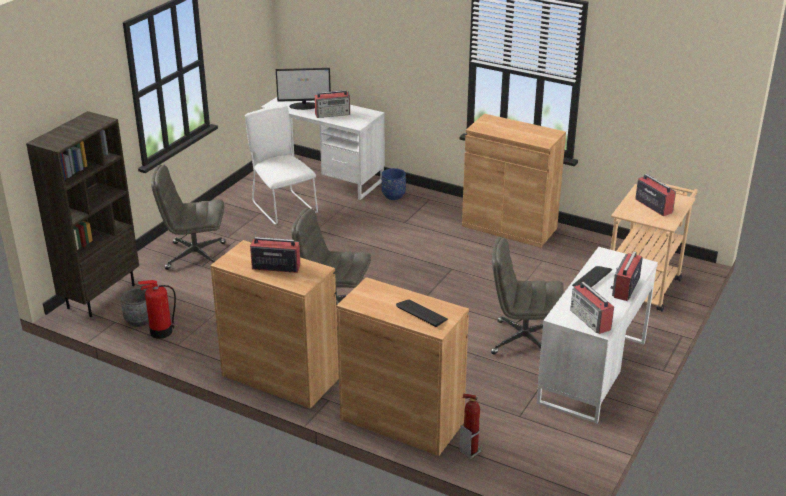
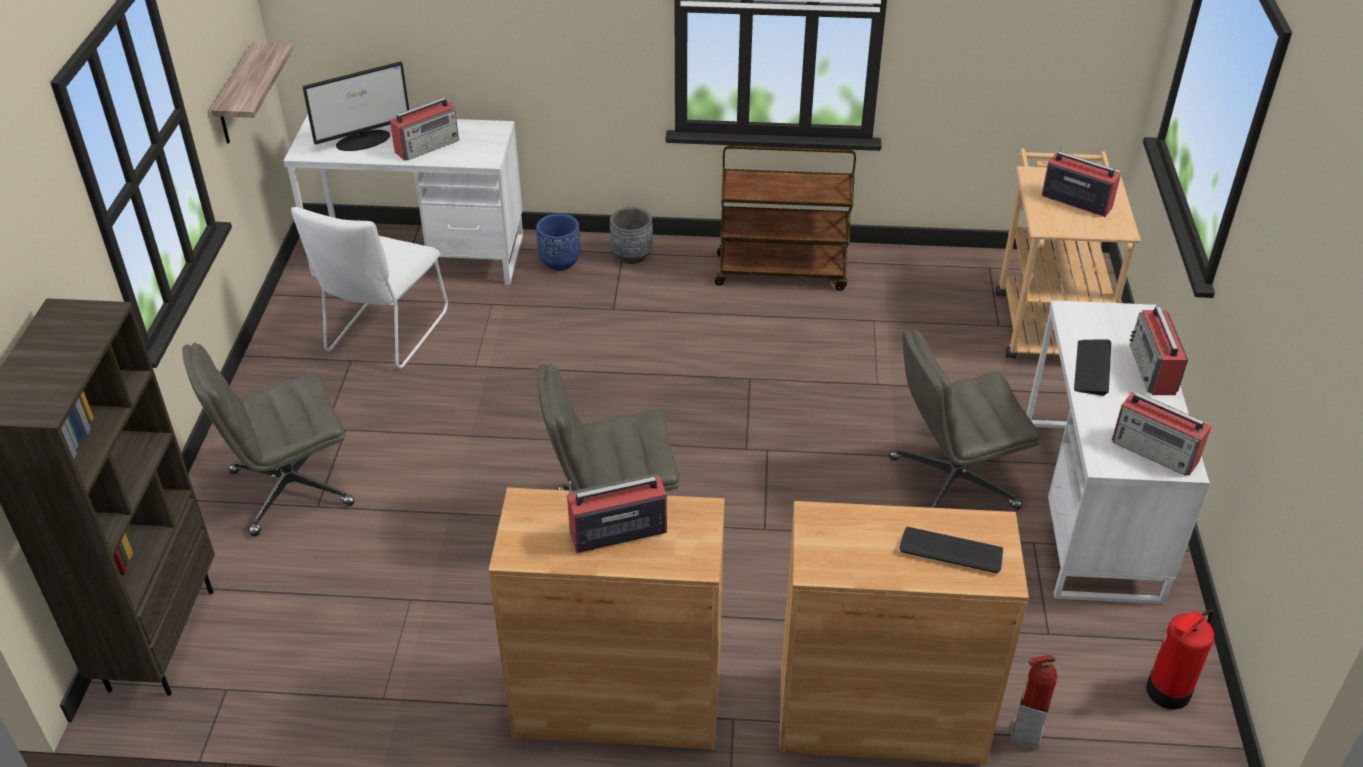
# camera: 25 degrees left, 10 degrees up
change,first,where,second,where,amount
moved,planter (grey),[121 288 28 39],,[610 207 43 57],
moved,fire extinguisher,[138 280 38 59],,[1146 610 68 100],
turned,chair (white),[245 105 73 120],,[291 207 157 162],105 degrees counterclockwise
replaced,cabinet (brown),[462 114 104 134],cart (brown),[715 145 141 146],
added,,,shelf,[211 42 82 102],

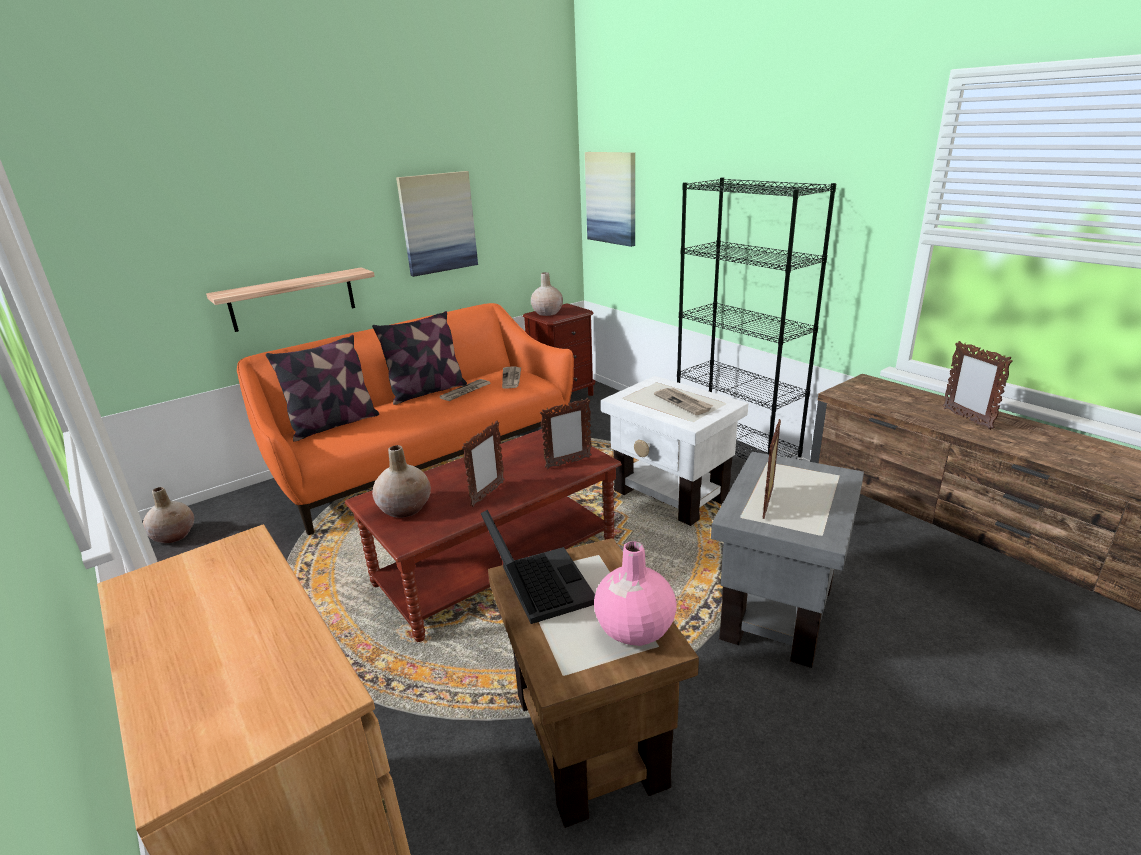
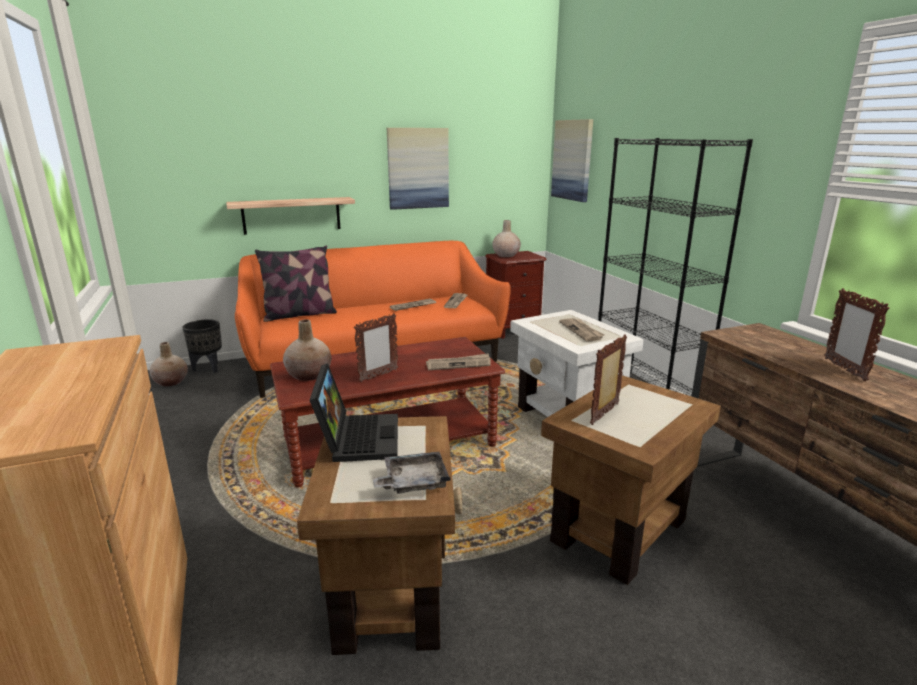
# camera: 15 degrees right, 5 degrees down
change,first,where,second,where,amount
removed,pillow,[372 311 95 94],,,
replaced,picture frame,[540 398 52 71],newspaper,[426 353 65 17],
replaced,vase (pink),[594 541 83 105],tray (grey),[372 452 79 42],
recoloured,side table (grey),[711 452 153 216],side table (brown),[541 375 180 210],
added,,,planter (black),[183 319 39 54],

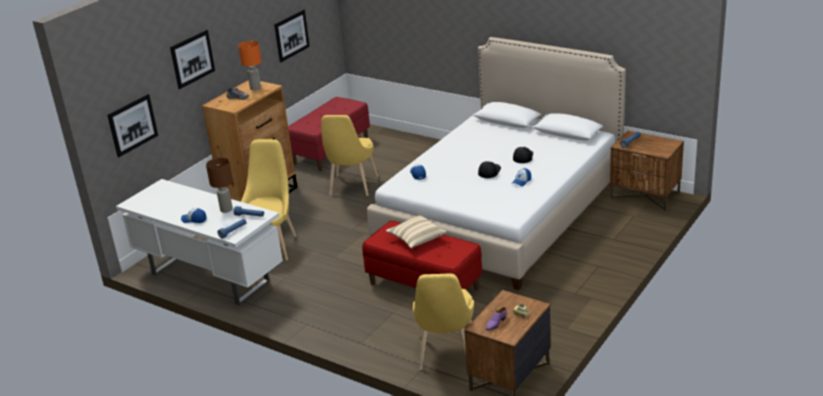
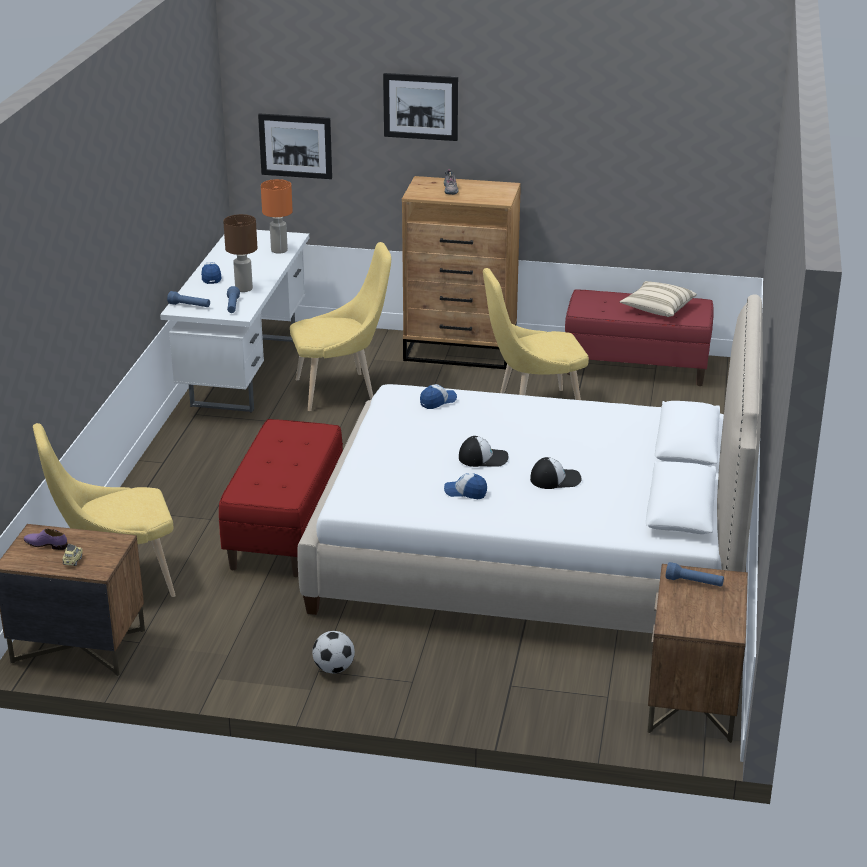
# camera: 65 degrees right, 0 degrees up
change,first,where,second,where,amount
moved,table lamp (orange),[238 41 24 49],,[261 179 32 75],
removed,picture,[274 9 36 53],,,
moved,pillow (beige),[386 215 61 33],,[620 281 77 36],
added,,,football,[312 631 43 42],

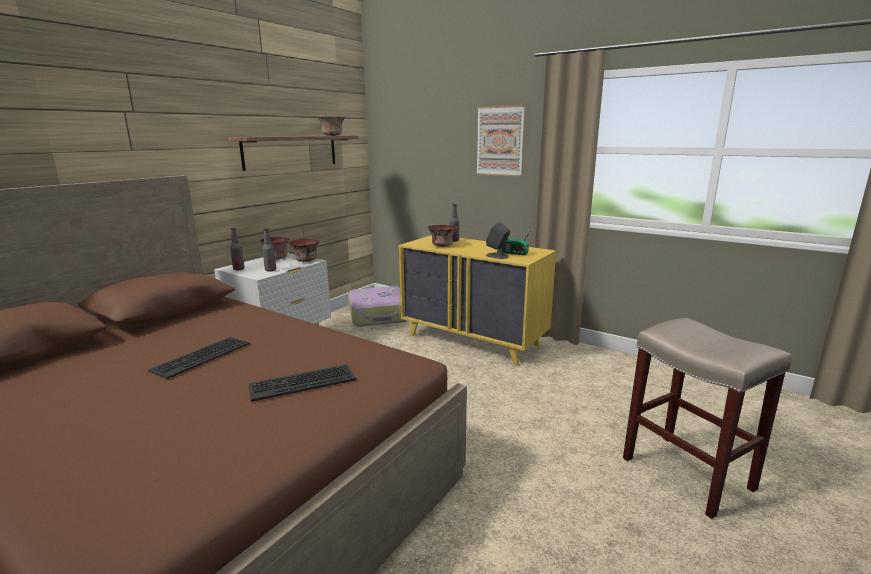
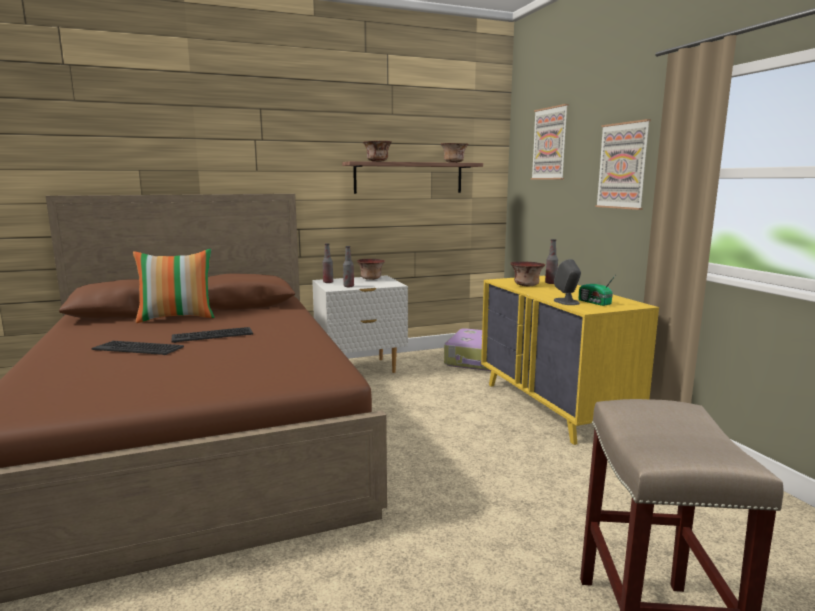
# camera: 35 degrees right, 5 degrees down
change,first,where,second,where,amount
moved,keyboard,[249 364 107 38],,[92 341 92 14],
moved,bowl,[289 239 31 23],,[363 141 29 21],
added,,,pillow,[133 249 82 74],
added,,,picture,[531 104 38 75],

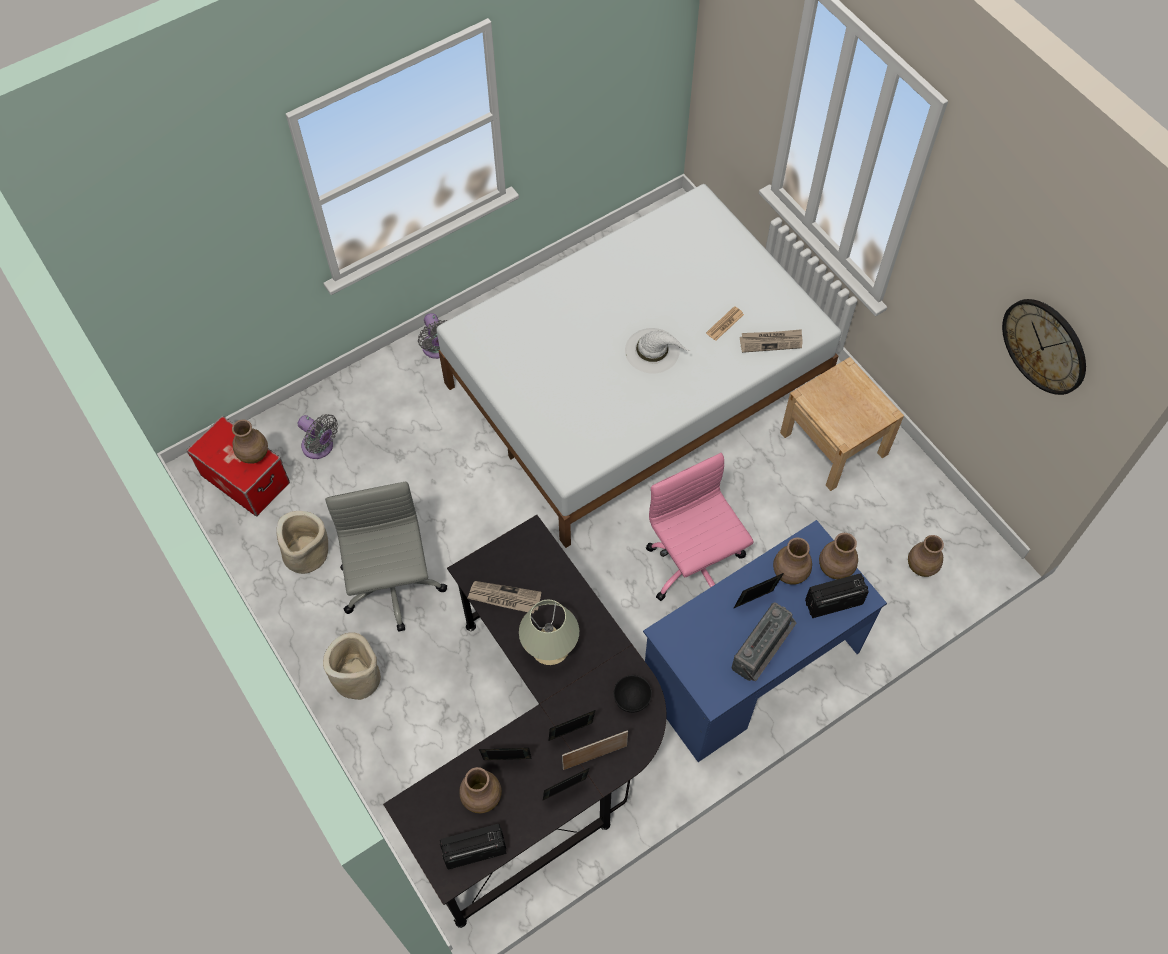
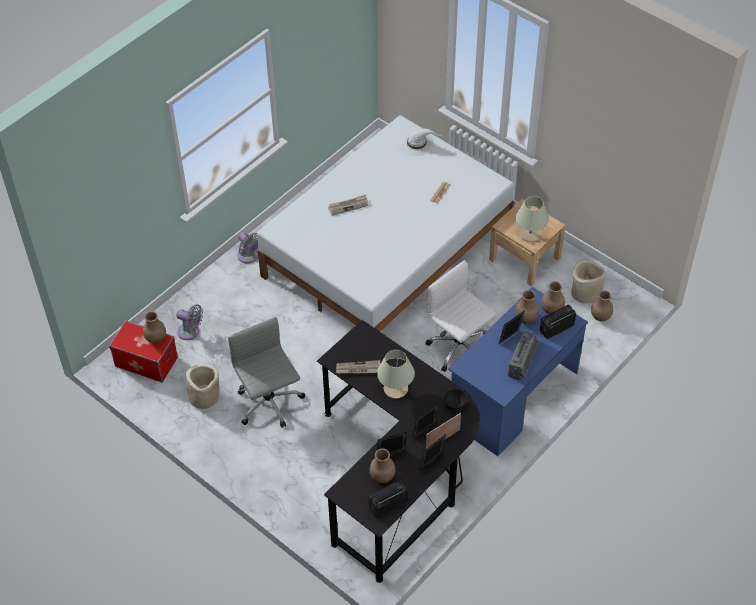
# camera: 15 degrees left, 10 degrees down
change,first,where,second,where,amount
moved,planter (beige),[323 632 58 68],,[571 260 35 44],
moved,hat (white),[625 328 65 46],,[400 129 42 27],
recoloured,office chair (pink),[646 453 108 148],office chair (white),[426 260 70 112],
moved,newspaper,[740 329 62 24],,[328 195 41 21],
removed,wall clock,[1002 299 84 96],,,
added,,,table lamp (beige),[516 196 33 46],

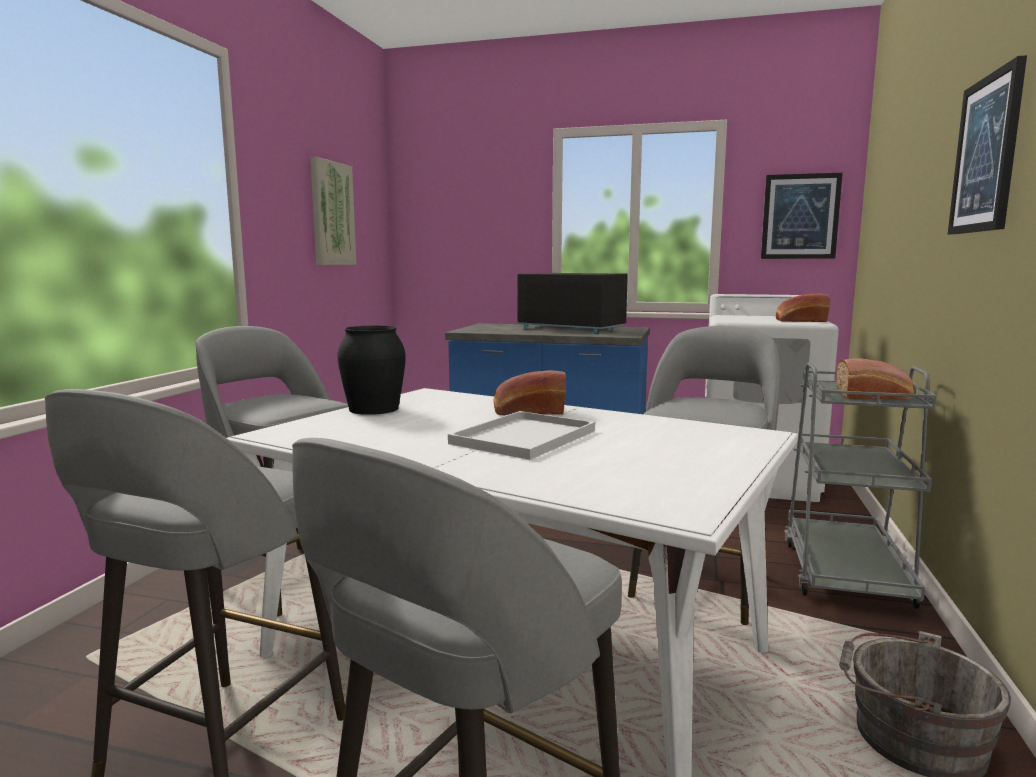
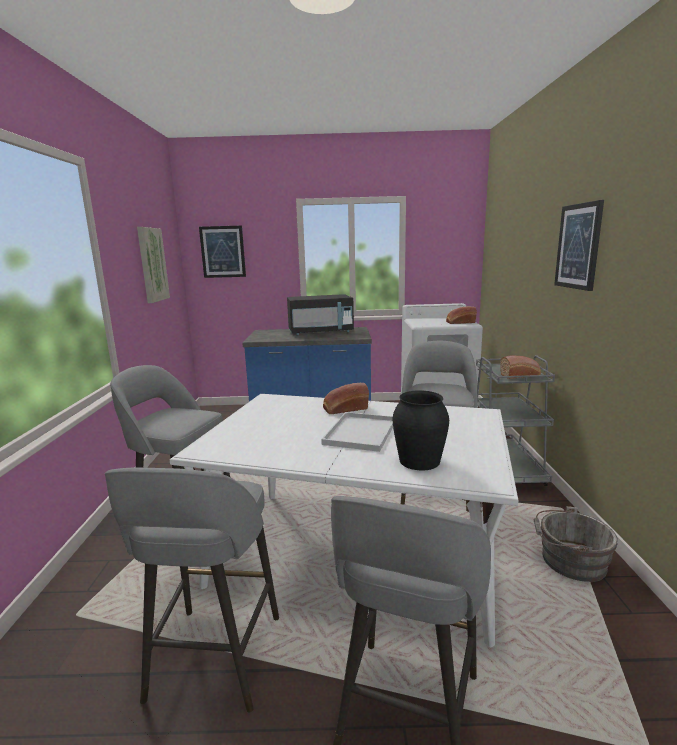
# camera: 15 degrees left, 5 degrees up
change,first,where,second,where,amount
moved,vase (black),[337 326 69 89],,[393 390 56 80],
turned,microwave (black),[517 273 111 60],,[287 294 67 41],150 degrees clockwise
moved,picture,[761 173 82 86],,[199 226 47 52],

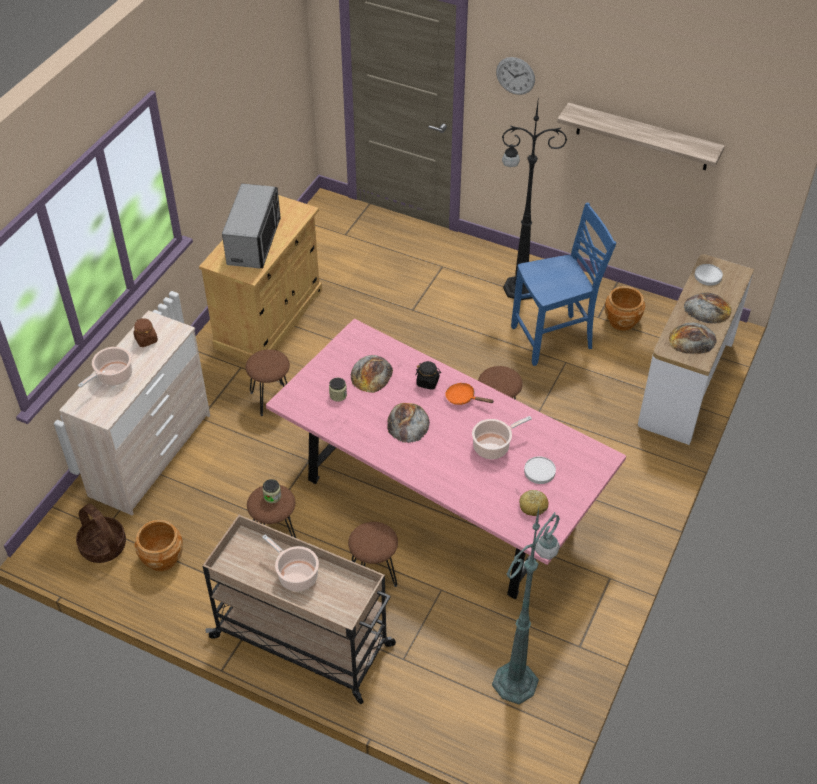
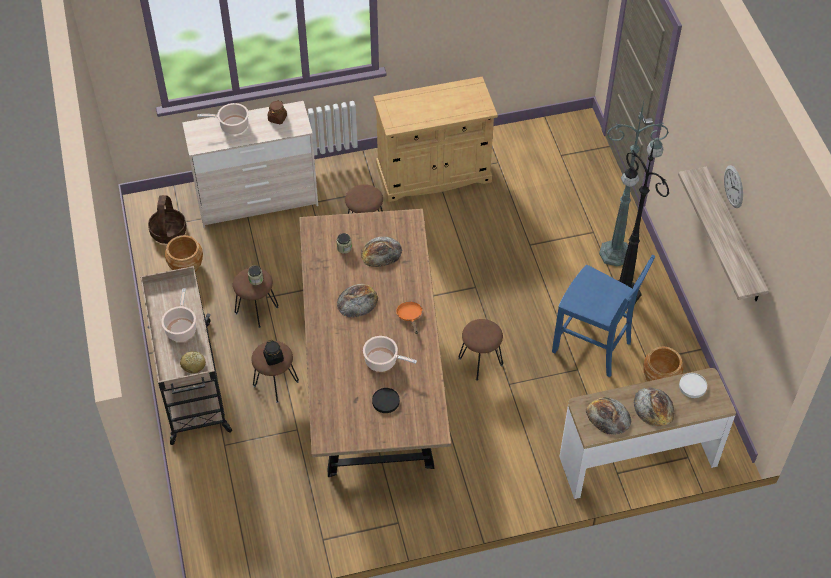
# camera: 50 degrees right, 5 degrees up
change,first,where,second,where,amount
removed,microwave,[222 183 59 86],,,
recoloured,dining table (pink),[266 319 360 281],dining table (brown),[299 209 152 268],
moved,jar (black),[415 361 26 29],,[263 340 21 26],
moved,floor lamp (green),[492 508 68 196],,[599 102 70 164],
moved,wall clock,[496 57 39 38],,[724 165 19 43],
moved,bread,[519 490 30 26],,[180 351 26 22],
recoloured,plate (white),[524 456 32 28],plate (black),[372 388 28 25],

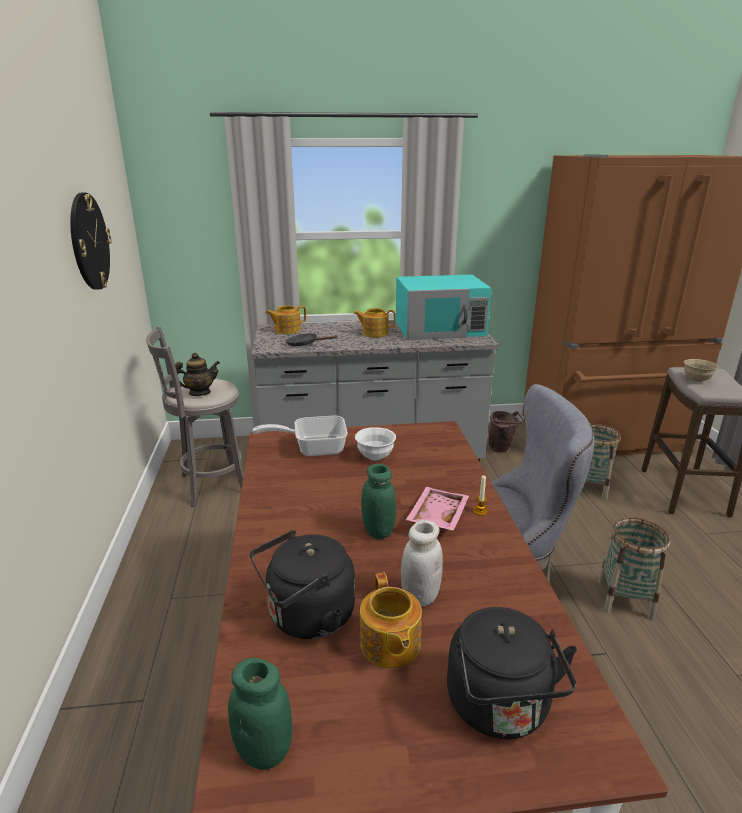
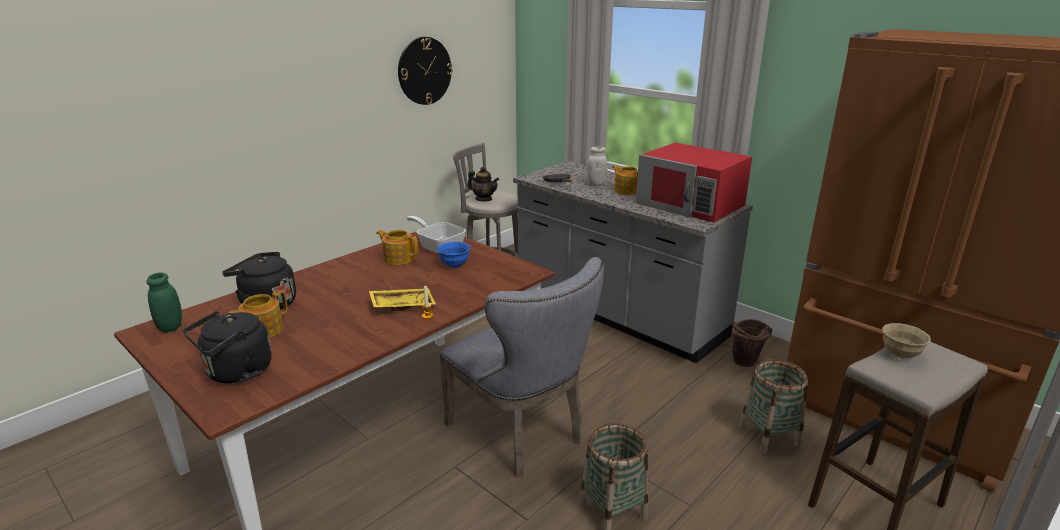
# camera: 50 degrees right, 0 degrees up
change,first,where,second,where,amount
moved,teapot,[266 305 40 29],,[376 230 42 35],
recoloured,bowl (white),[355 427 41 34],bowl (blue),[437 242 34 26],
removed,jar (green),[361 464 35 75],,,
recoloured,microwave (turquoise),[396 275 96 66],microwave (red),[636 143 116 79],
moved,jar (white),[401 520 42 87],,[587 147 20 39],
recoloured,tray (pink),[406 487 63 44],tray (yellow),[369 288 67 23],

